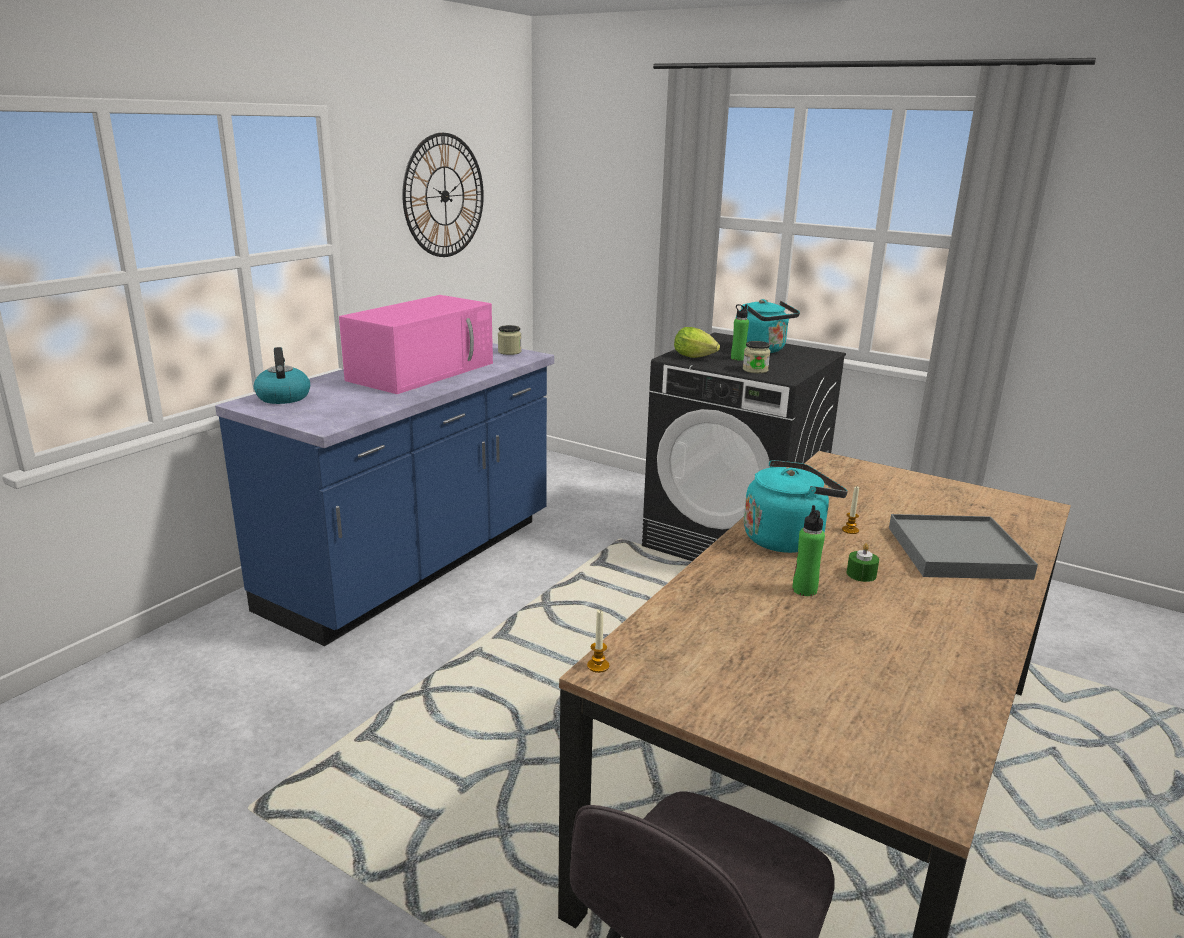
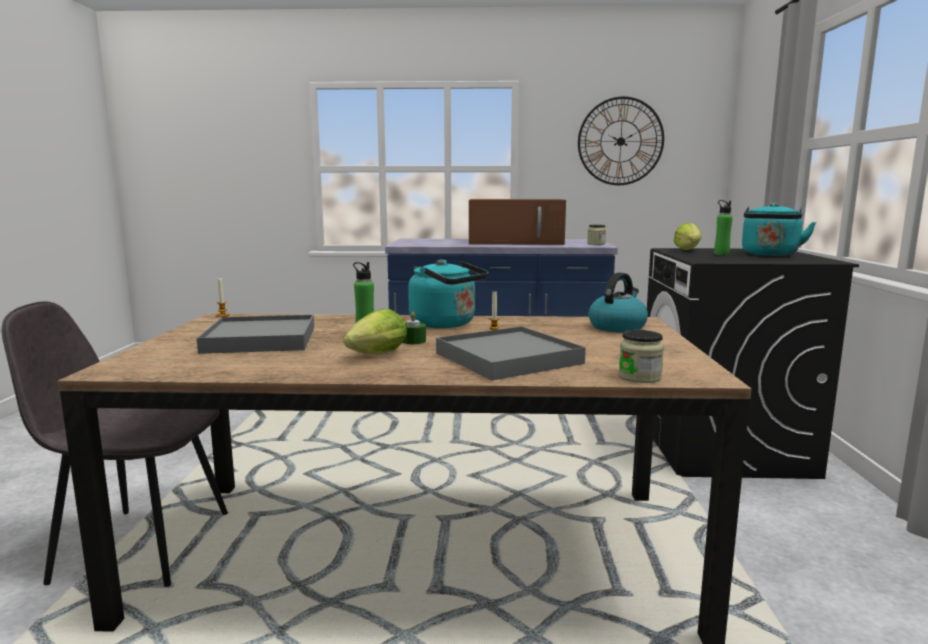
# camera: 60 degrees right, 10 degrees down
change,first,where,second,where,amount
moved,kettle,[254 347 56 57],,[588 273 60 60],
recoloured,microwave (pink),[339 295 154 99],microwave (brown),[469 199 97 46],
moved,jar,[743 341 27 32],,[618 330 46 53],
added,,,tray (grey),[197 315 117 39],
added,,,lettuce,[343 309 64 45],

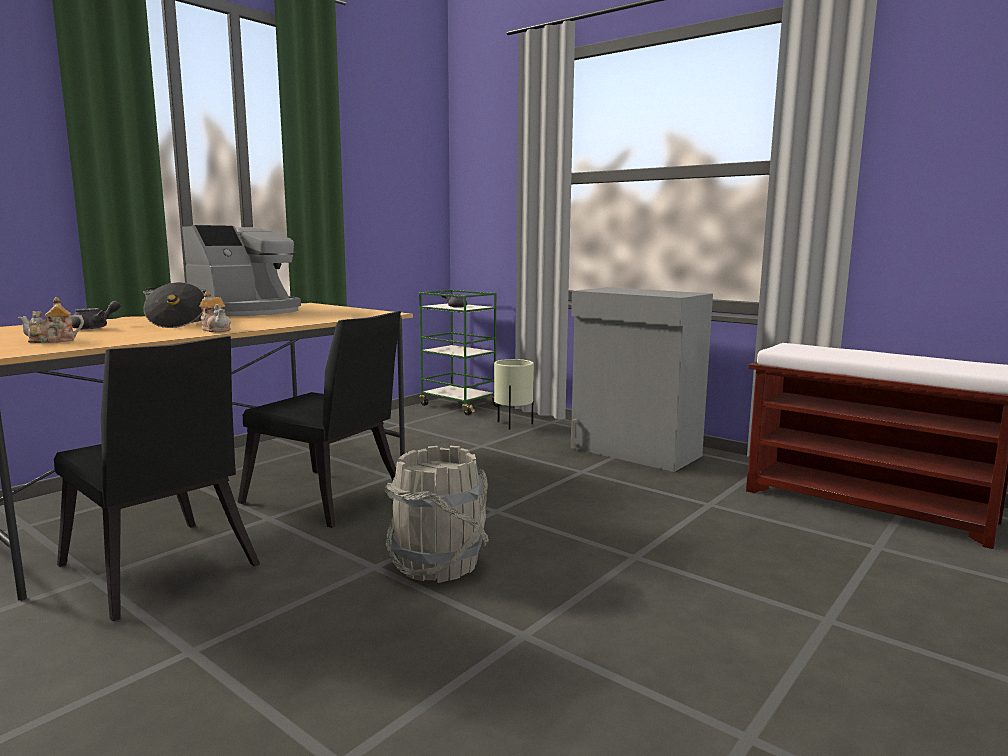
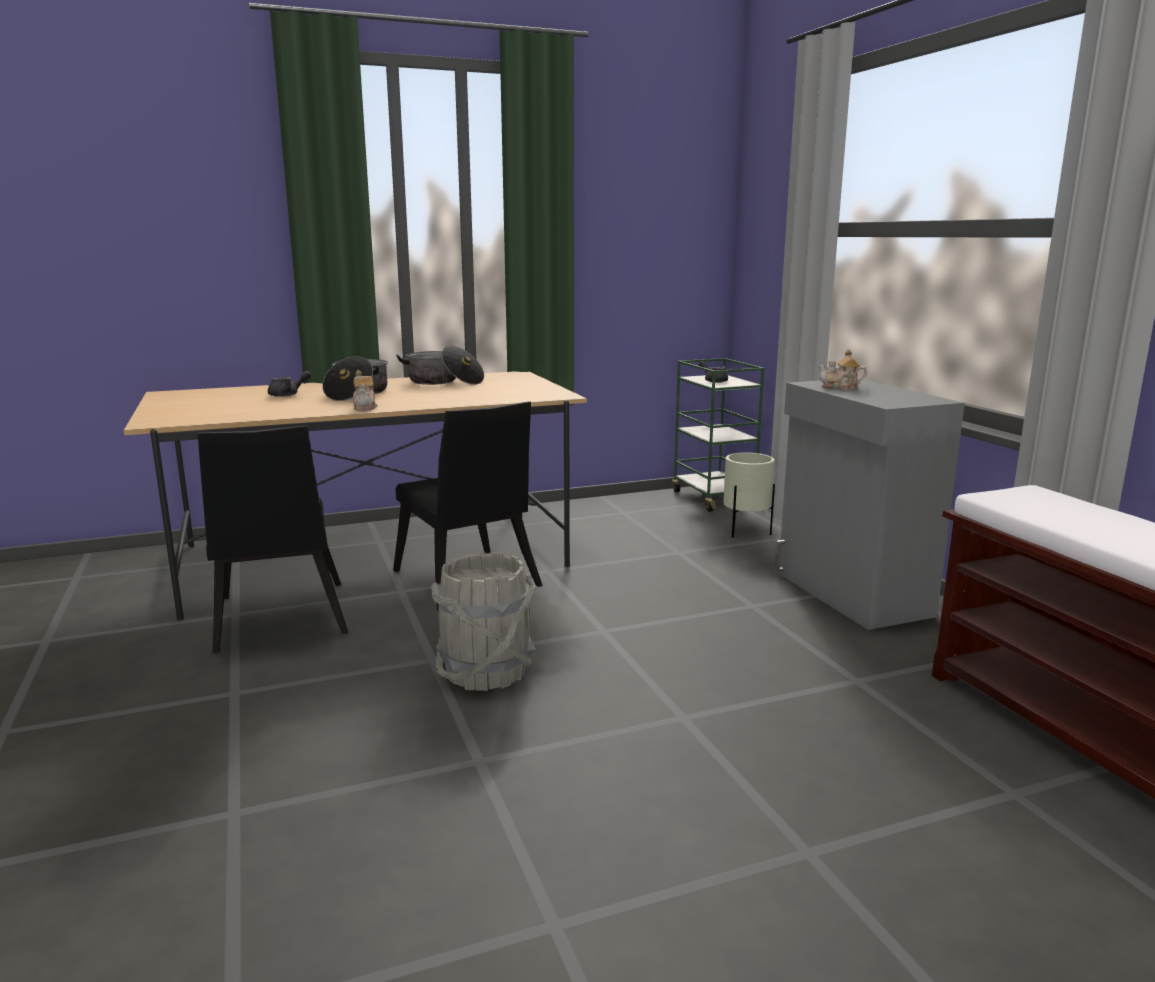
# camera: 30 degrees right, 5 degrees up
change,first,where,second,where,amount
moved,teapot,[18 297 66 46],,[817 349 50 41],
replaced,coffee machine,[182 225 119 91],cooking pot,[396 346 88 39],

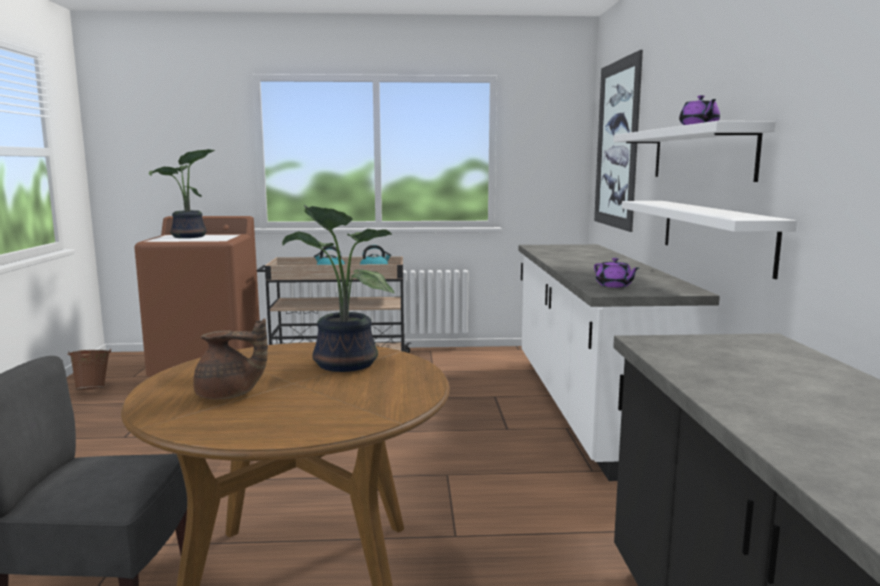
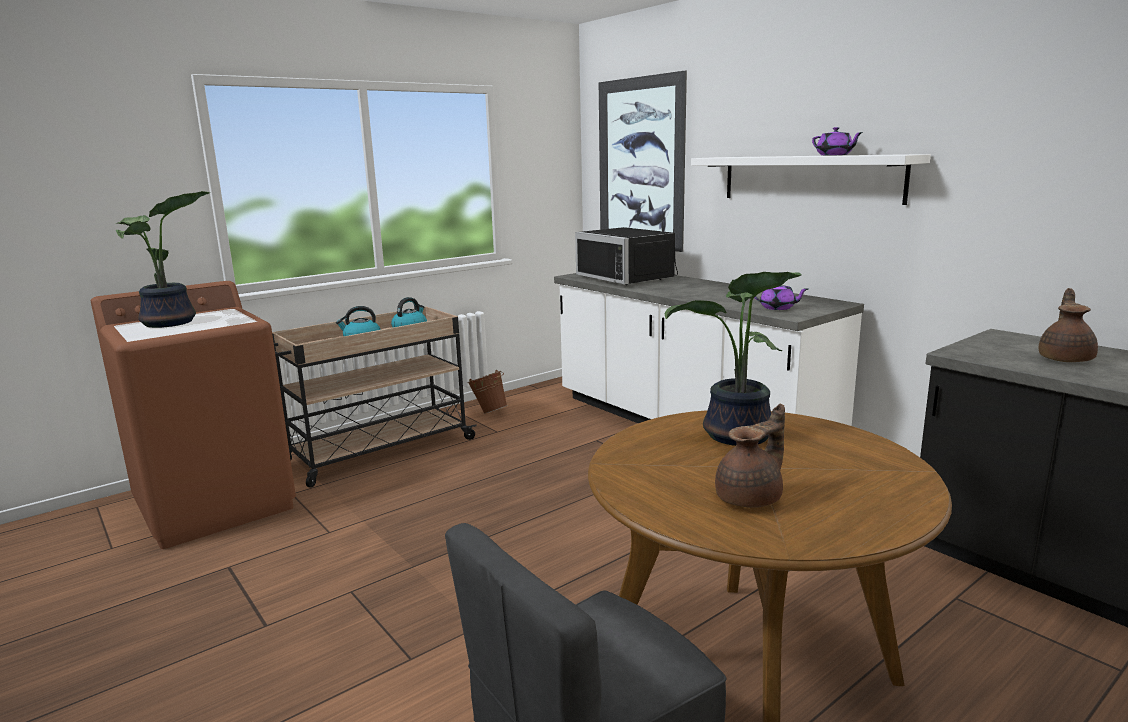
# camera: 35 degrees left, 5 degrees up
change,first,where,second,where,amount
moved,bucket (brown),[67 348 44 42],,[467 370 40 44],
removed,shelf (white),[622 201 175 78],,,
added,,,microwave (black),[575 227 103 58],
added,,,teapot (brown),[1039 288 59 74],

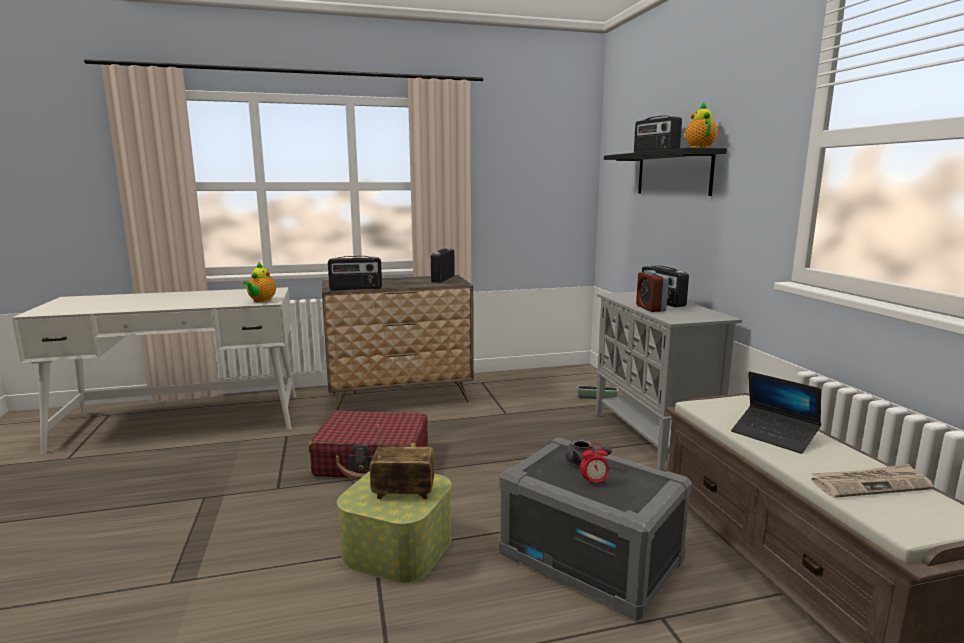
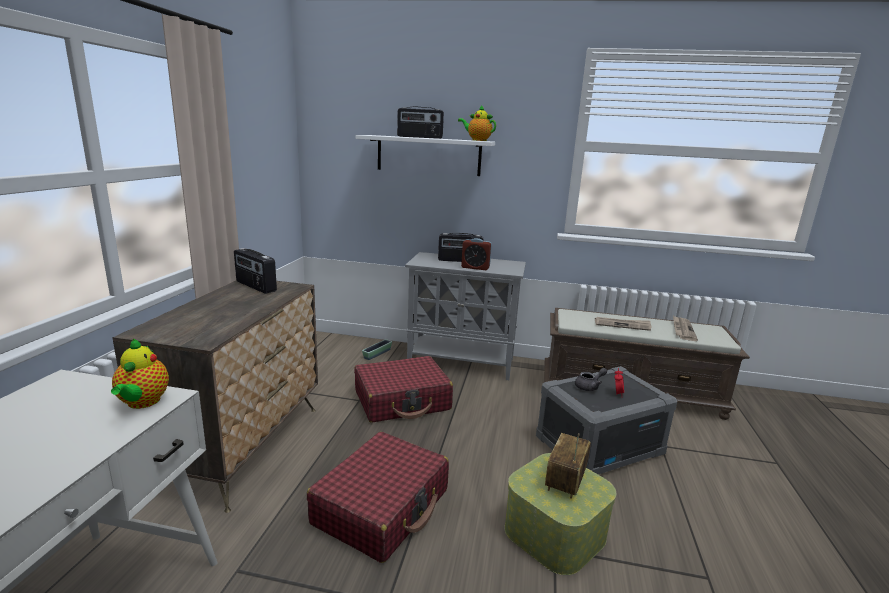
# camera: 65 degrees left, 5 degrees up
change,first,where,second,where,amount
turned,teapot,[243 262 33 40],,[111 339 58 70],45 degrees clockwise
removed,radio,[328 256 54 34],,,
recoloured,shelf (black),[604 147 123 49],shelf (white),[355 135 140 41],
replaced,laptop,[731 371 90 83],newspaper,[595 317 56 14],
added,,,suitcase (red),[354 356 99 66],

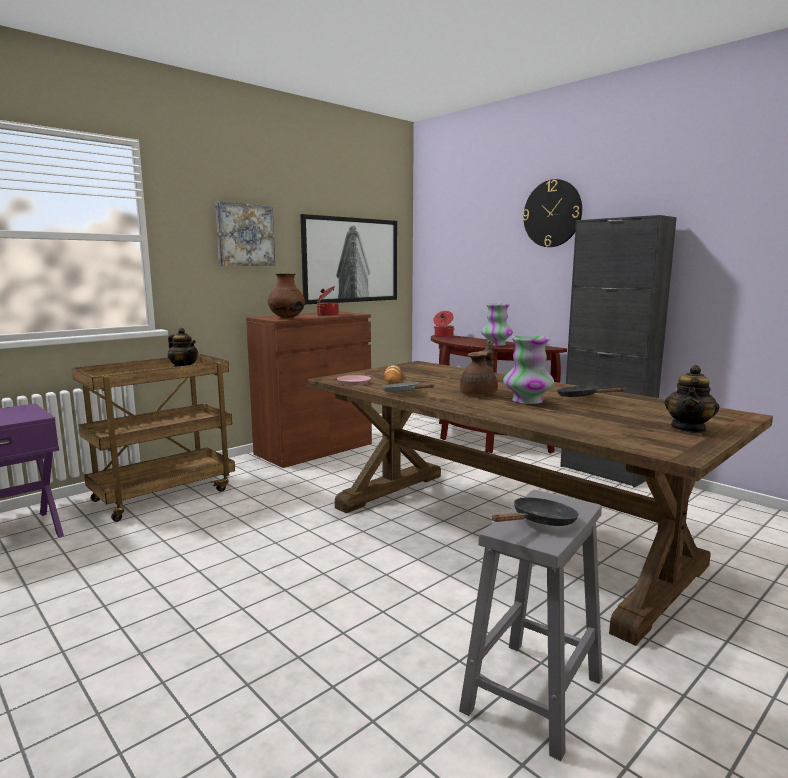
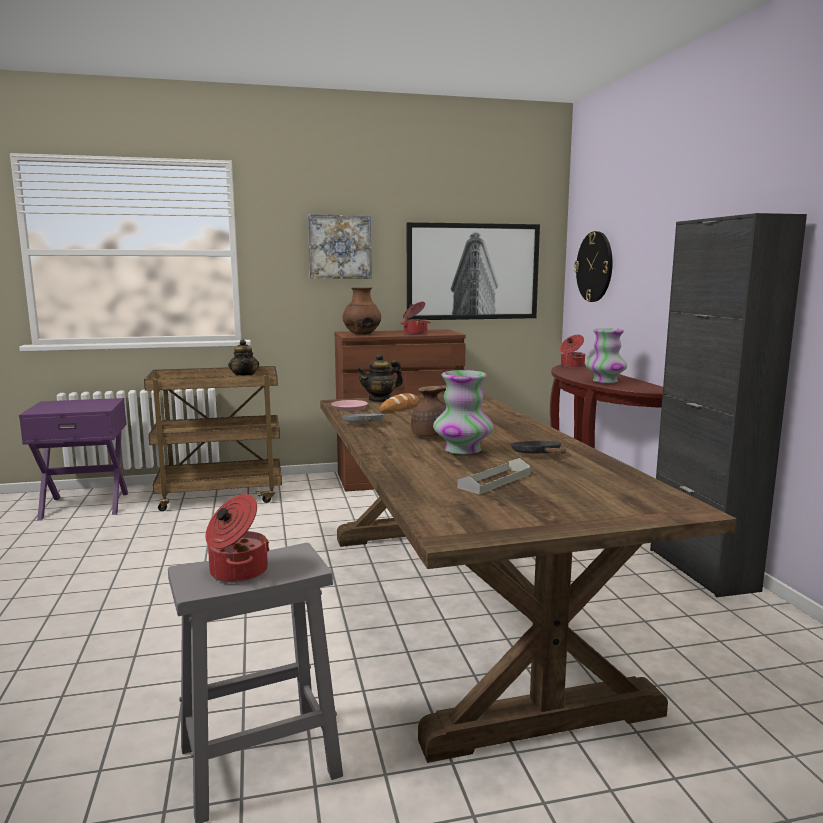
# camera: 30 degrees right, 0 degrees up
change,first,where,second,where,amount
replaced,frying pan (black),[492 497 87 29],cooking pot,[205 494 64 89],
moved,wall clock,[523 179 59 68],,[574 231 39 71],
moved,teapot,[664 365 55 68],,[357 353 46 49],
added,,,tray (grey),[458 458 72 36],

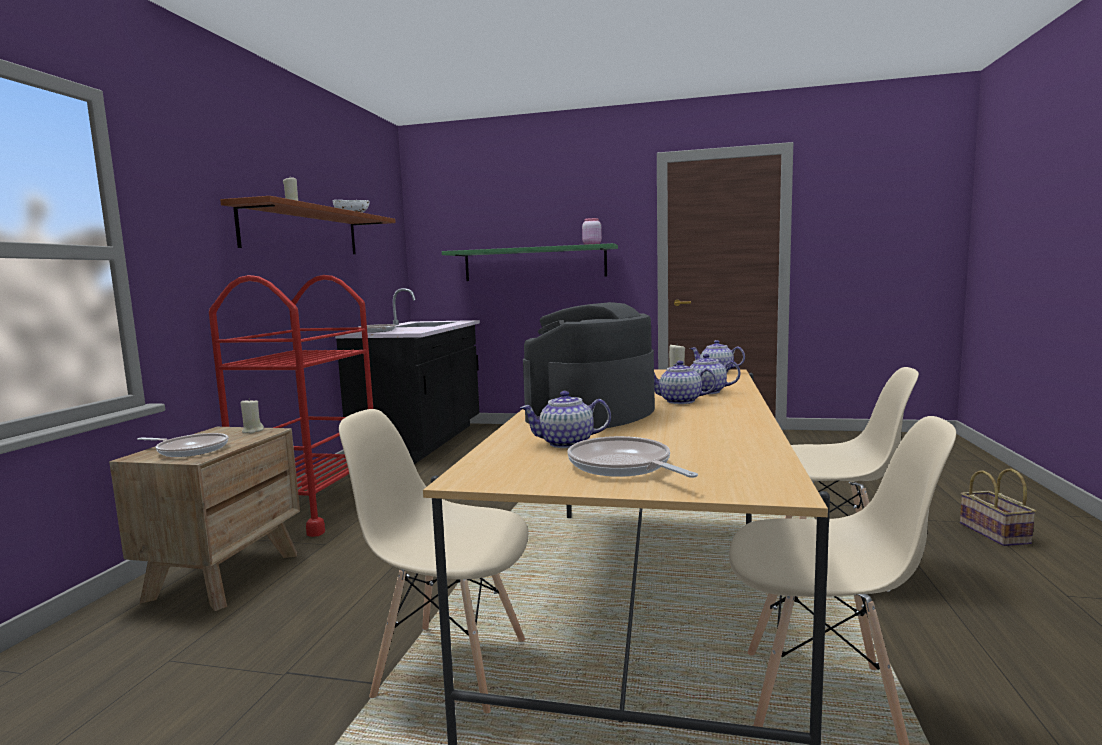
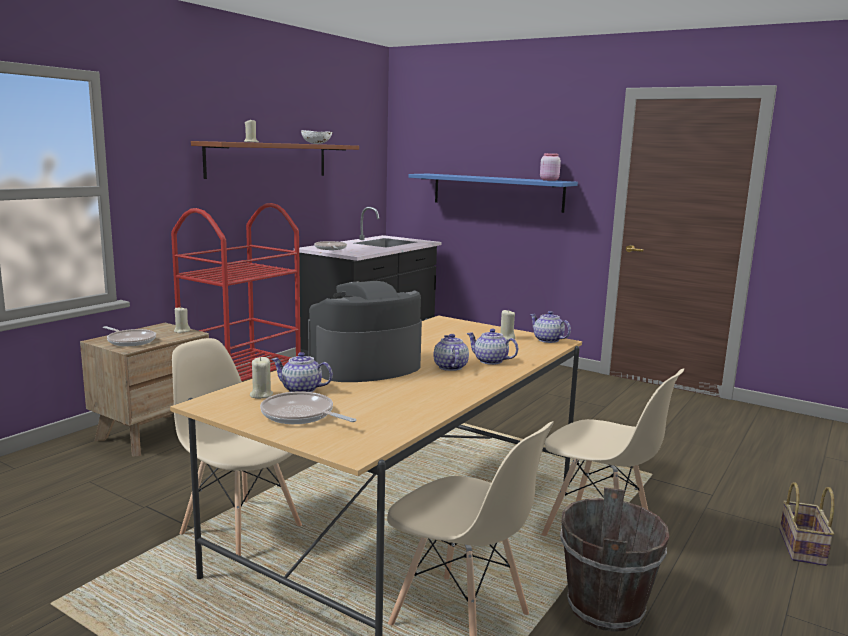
# camera: 20 degrees right, 5 degrees up
change,first,where,second,where,amount
recoloured,shelf (green),[442 243 176 38],shelf (blue),[408 174 170 39],
turned,frying pan,[567 436 131 42],,[260 391 96 33],45 degrees counterclockwise
turned,teapot,[654 361 63 43],,[433 334 36 37],45 degrees clockwise
added,,,candle (beige),[250 357 23 42],
added,,,bucket (brown),[560 487 109 145],

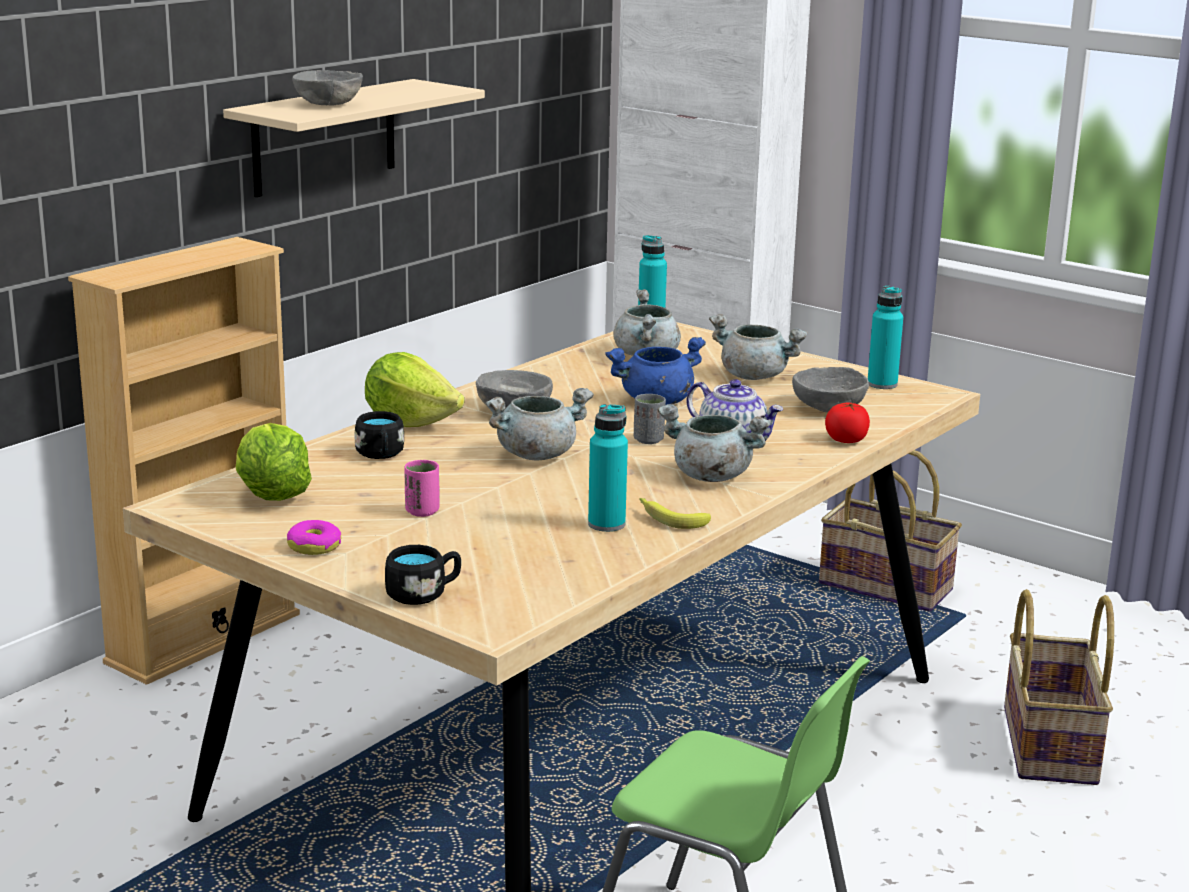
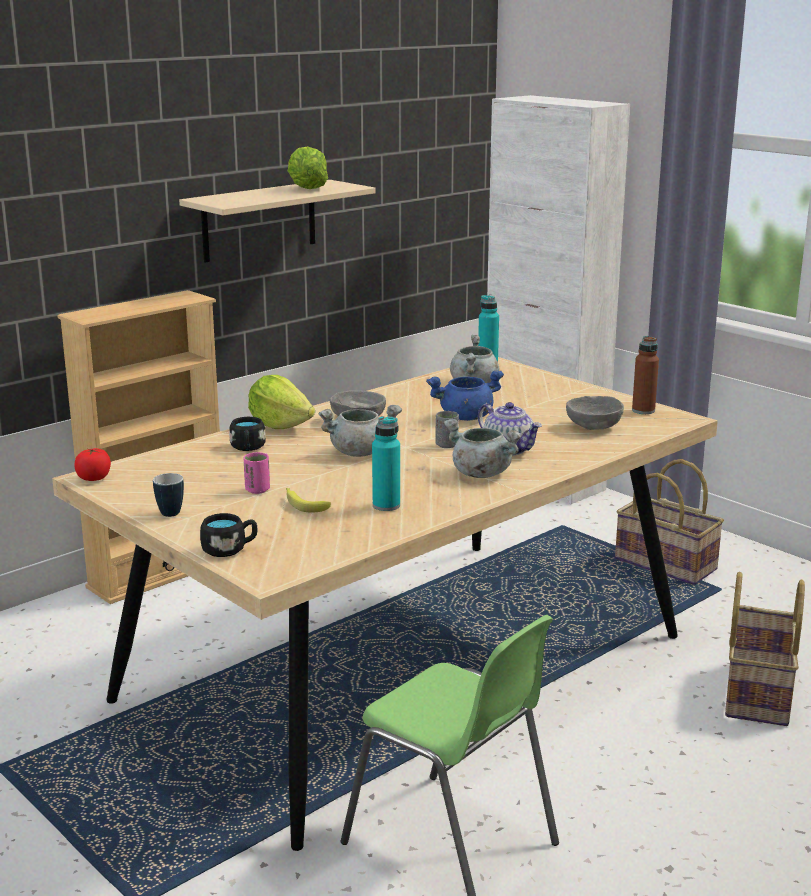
# camera: 10 degrees right, 0 degrees up
change,first,where,second,where,amount
moved,lettuce,[236 423 76 78],,[288 146 40 43],
replaced,donut,[287 520 55 35],mug,[153 473 31 44],
removed,bowl (grey),[292 70 71 36],,,
moved,banana,[639 498 72 31],,[286 488 45 24],
removed,cooking pot (grey),[709 314 99 66],,,
moved,tomato,[825 403 45 40],,[75 448 36 33],
recoloured,bottle (turquoise),[868 286 35 103],bottle (brown),[632 336 27 78],

